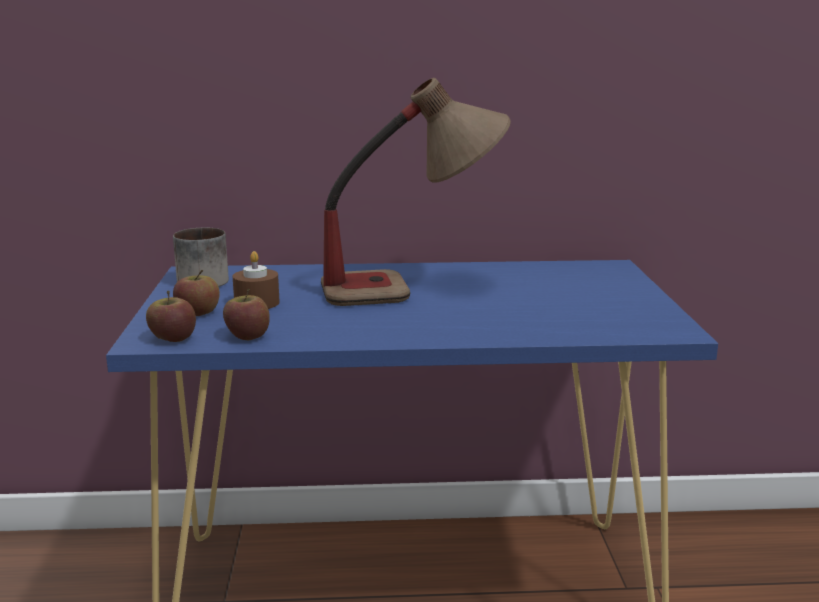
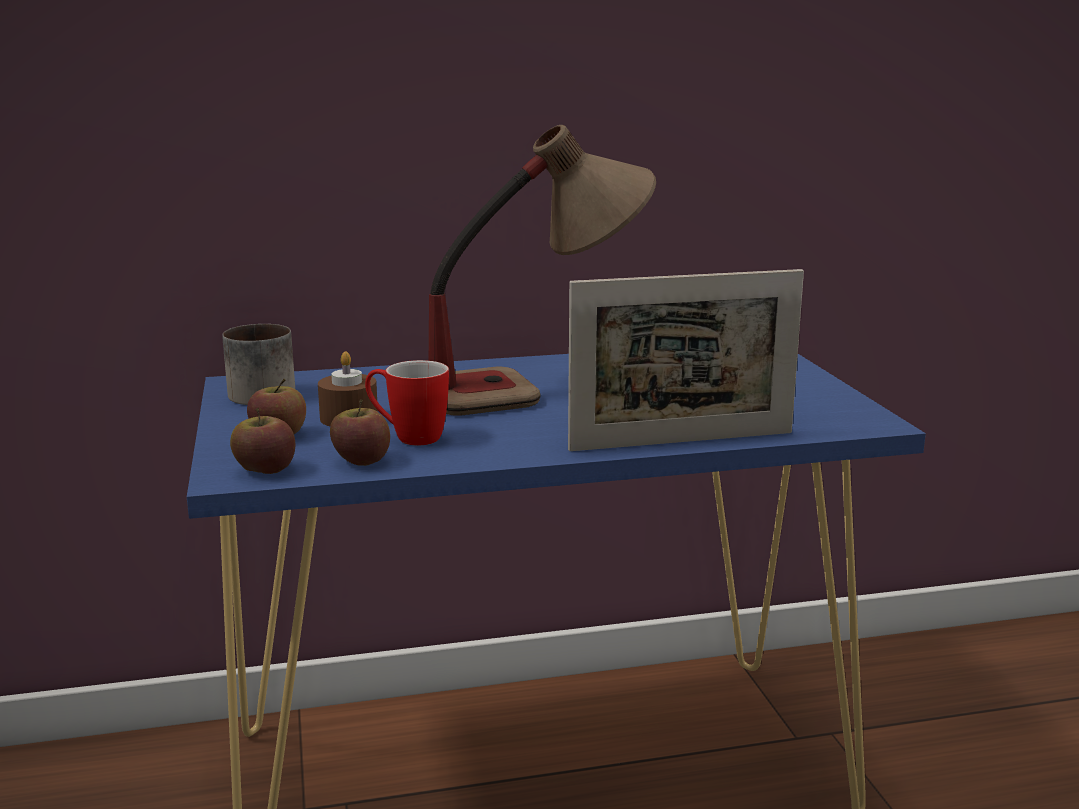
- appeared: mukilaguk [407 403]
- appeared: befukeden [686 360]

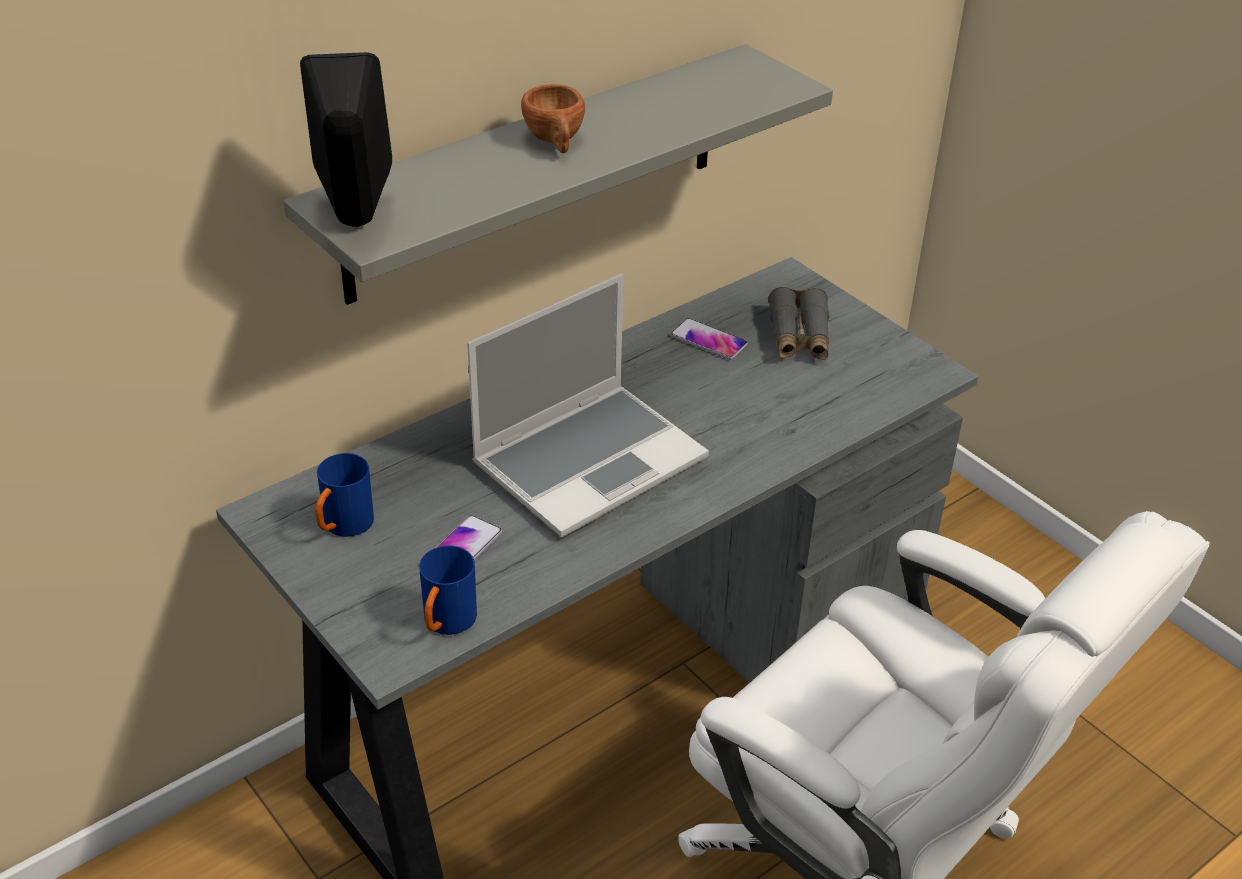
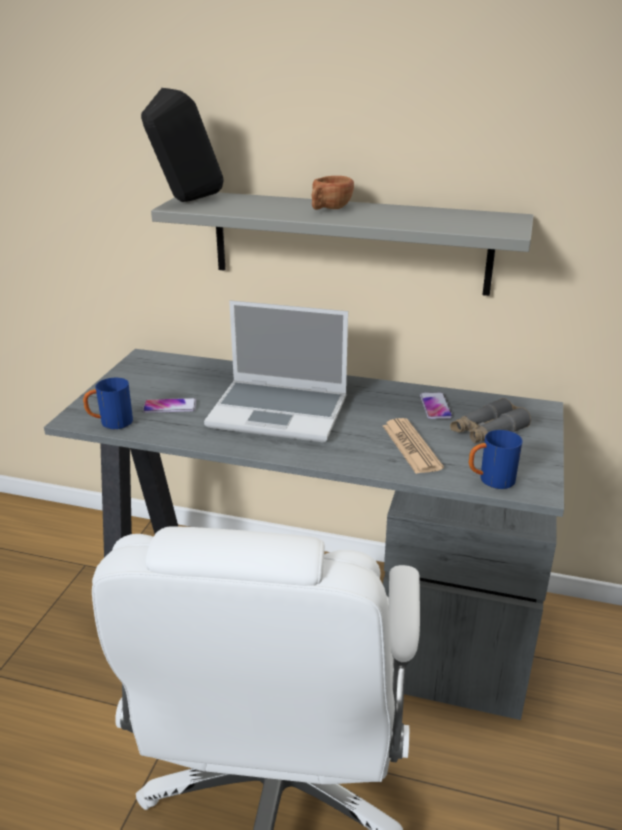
- appeared: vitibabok [413 446]
- relocated: mukilaguk (blue) [344 495] to [495 459]

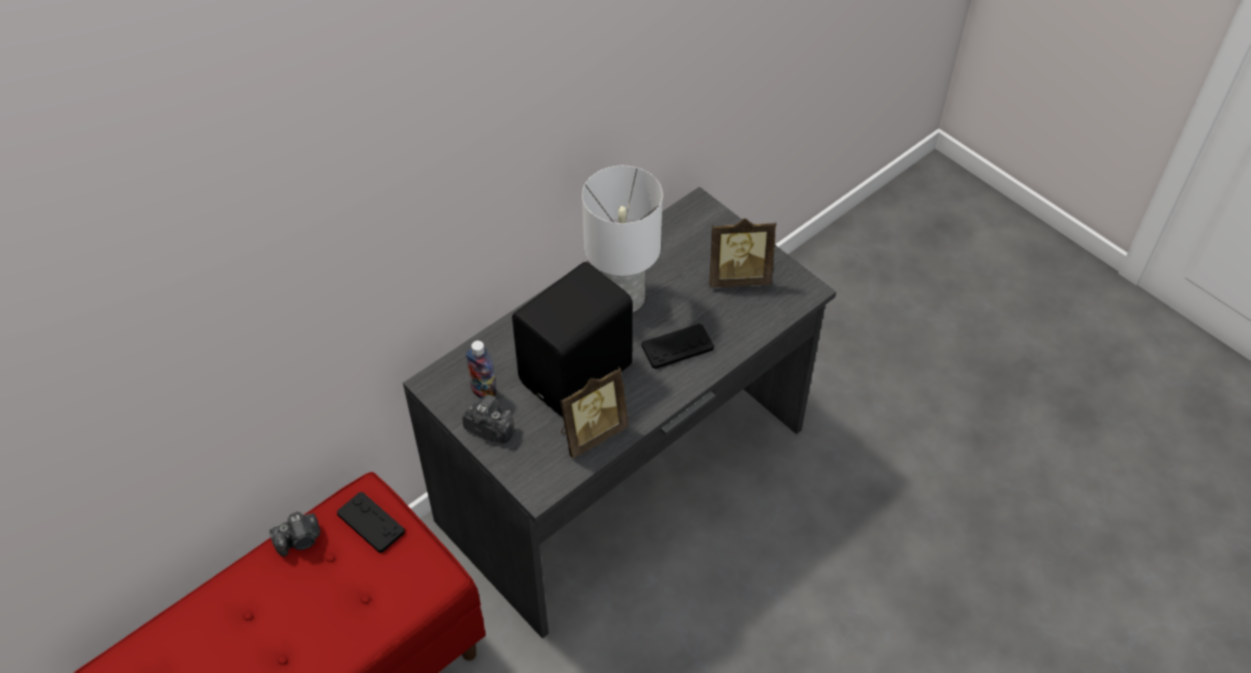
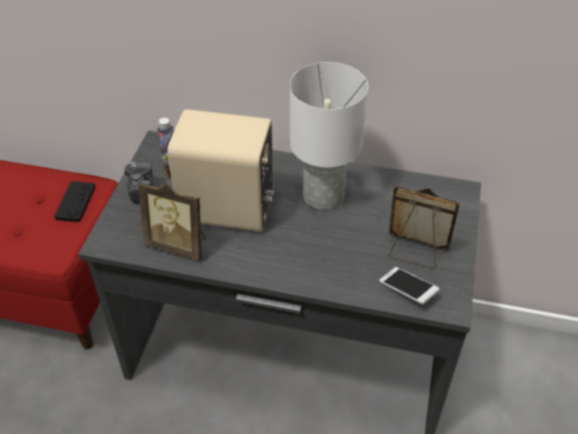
- colour: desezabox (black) [572 339] to desezabox (beige) [220 170]
- appeared: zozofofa [409 286]
- spun: befukeden [742 253] = [424 227] 150 degrees clockwise
- missing: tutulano [294 534]
- missing: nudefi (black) [677 346]

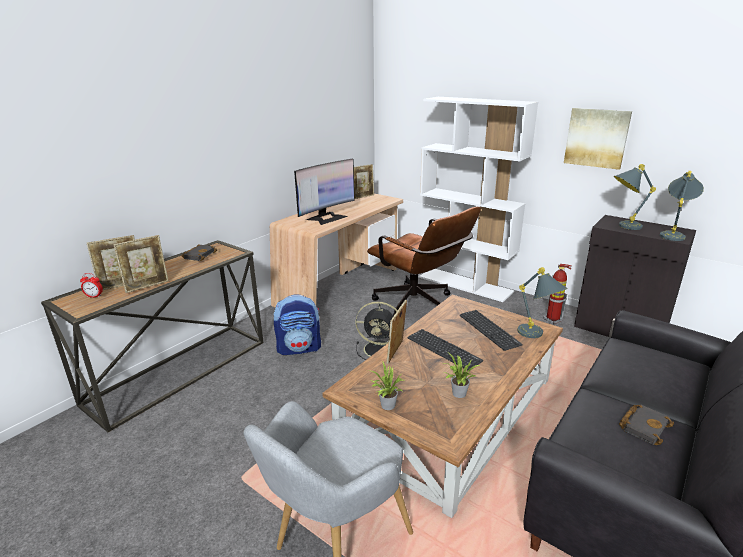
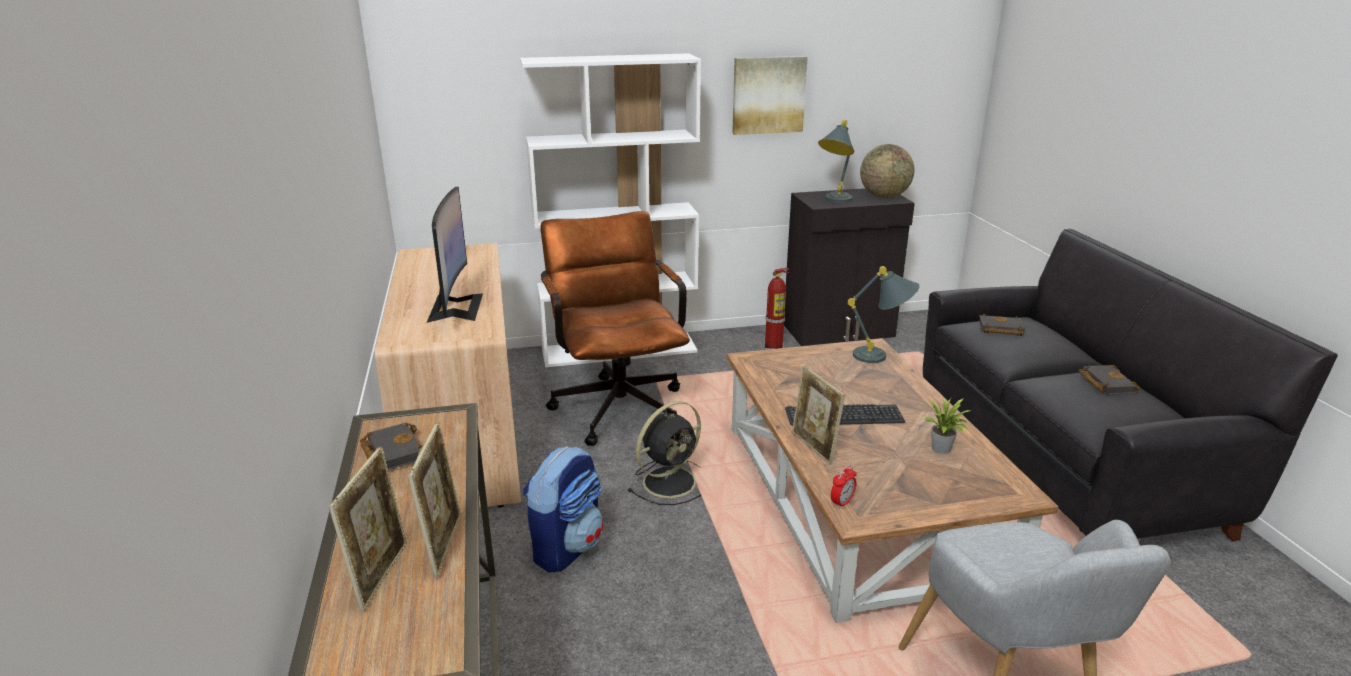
- spun: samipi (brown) [424 261] = [615 328] 105 degrees counterclockwise
- relocated: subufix [91 285] to [844 487]
- exchanged: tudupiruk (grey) [682 206] to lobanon [887 171]
- appeared: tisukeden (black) [1001 325]
- missing: befukeden [364 181]
- missing: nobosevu [386 385]
- missing: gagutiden [491 330]

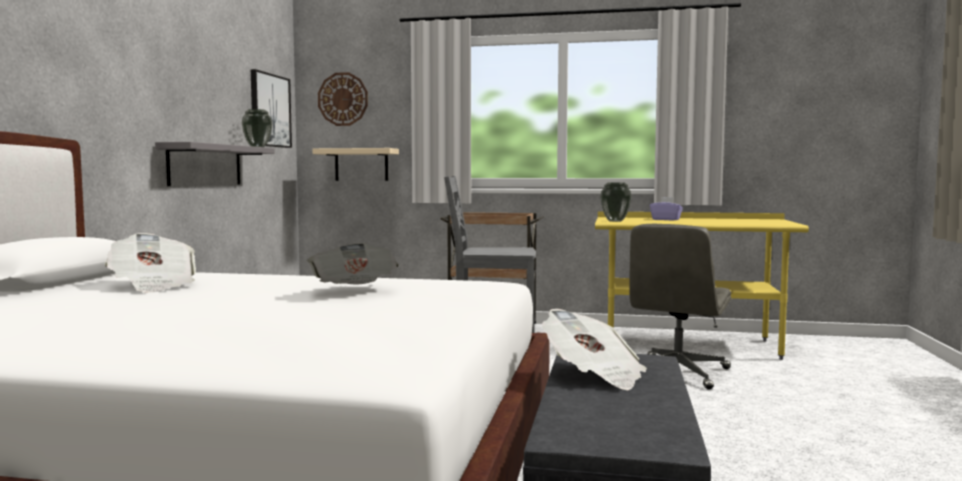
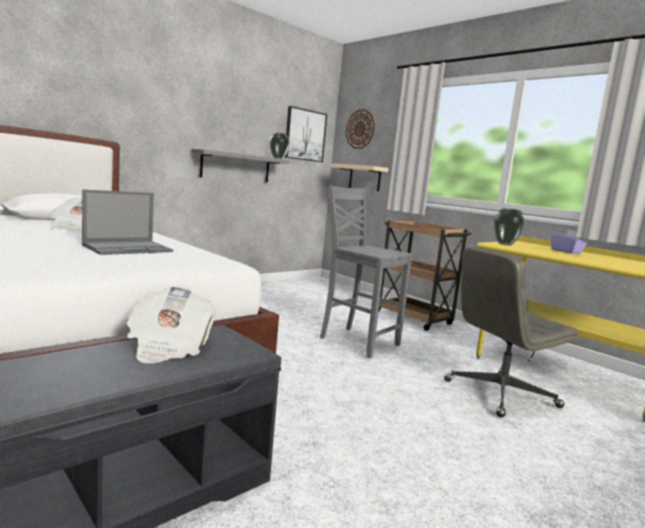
- exchanged: vitibabok [353 263] to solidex [127 222]

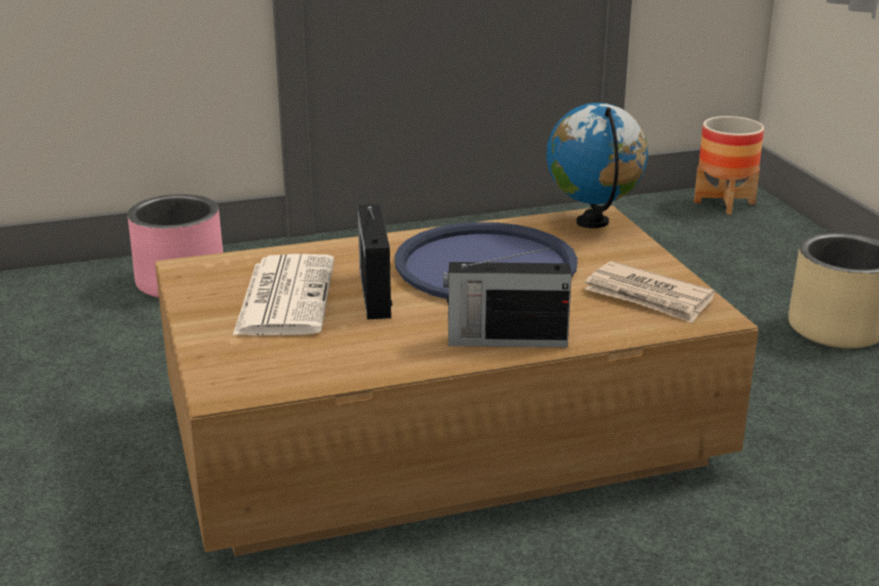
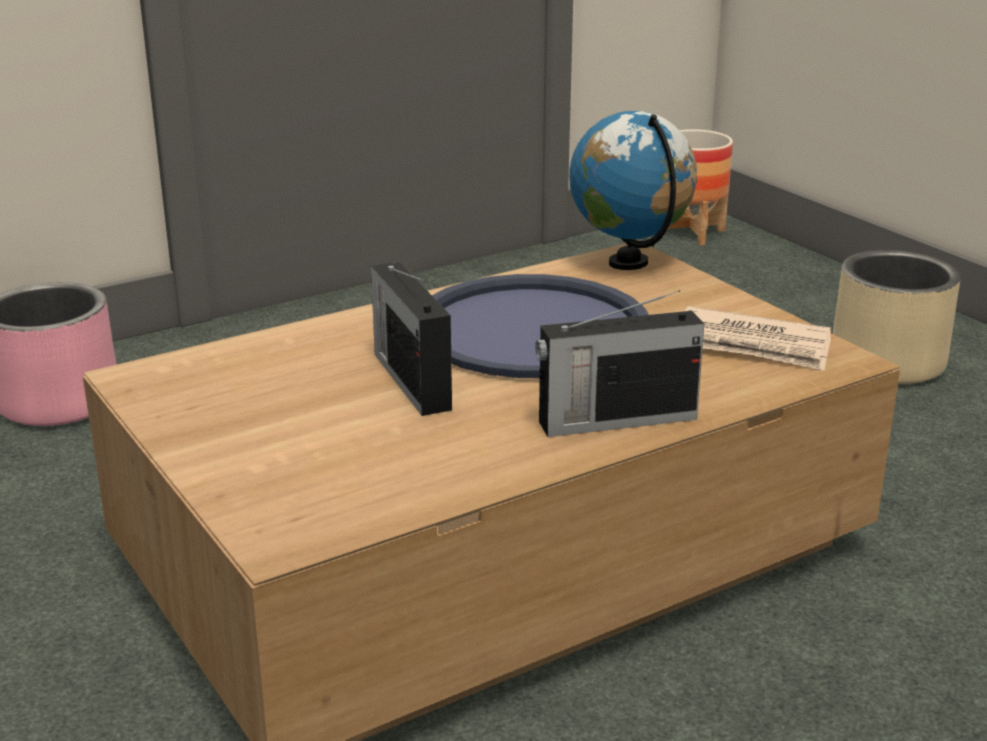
- missing: vitibabok [283 294]

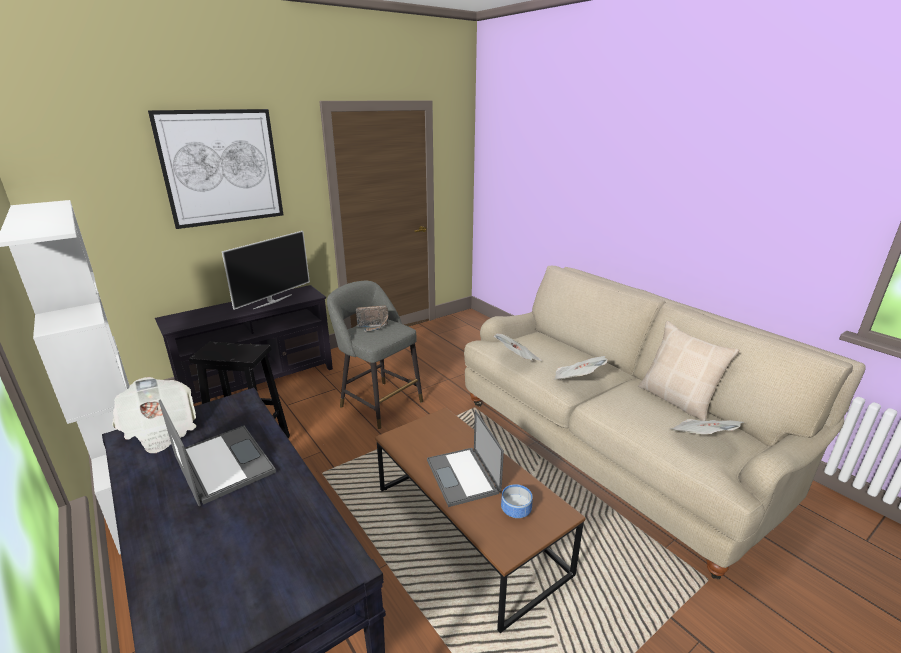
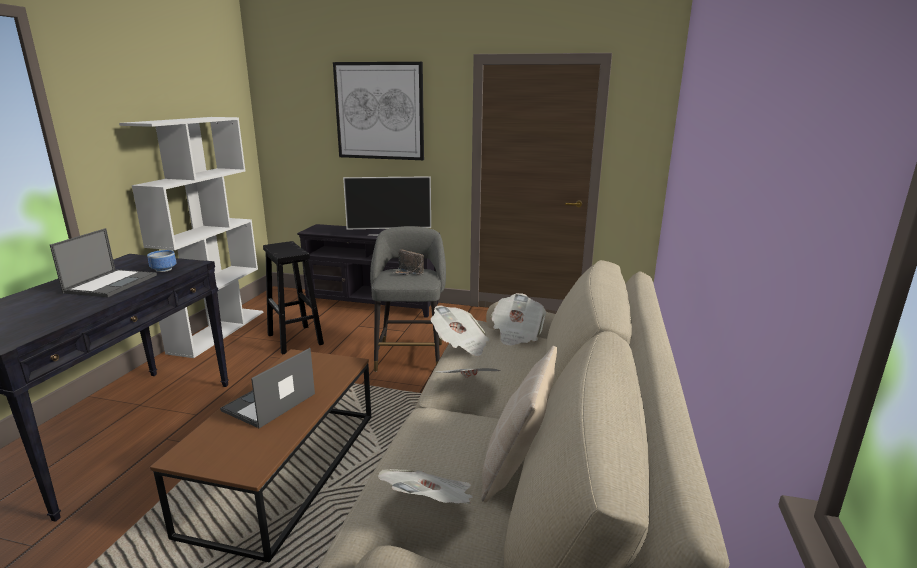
- relocated: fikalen [517 501] to [161 261]
- relocated: vitibabok [154 415] to [518 319]

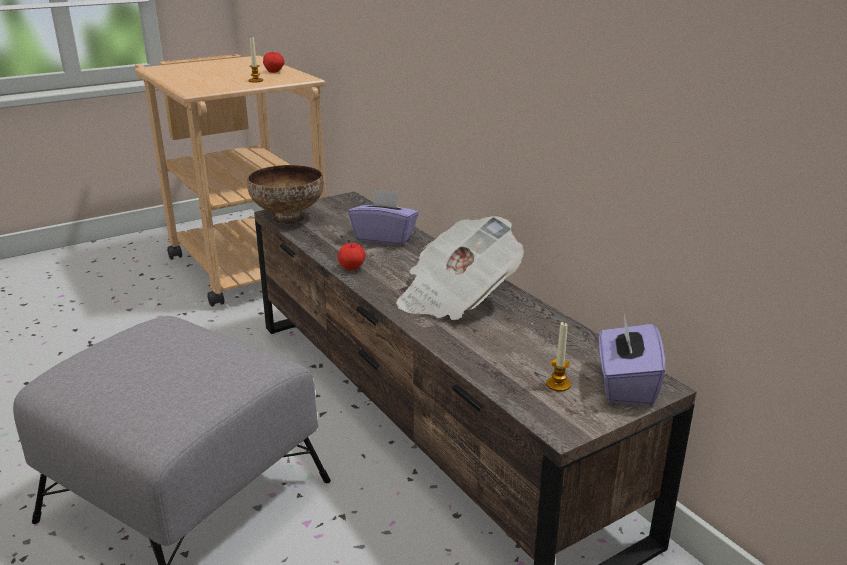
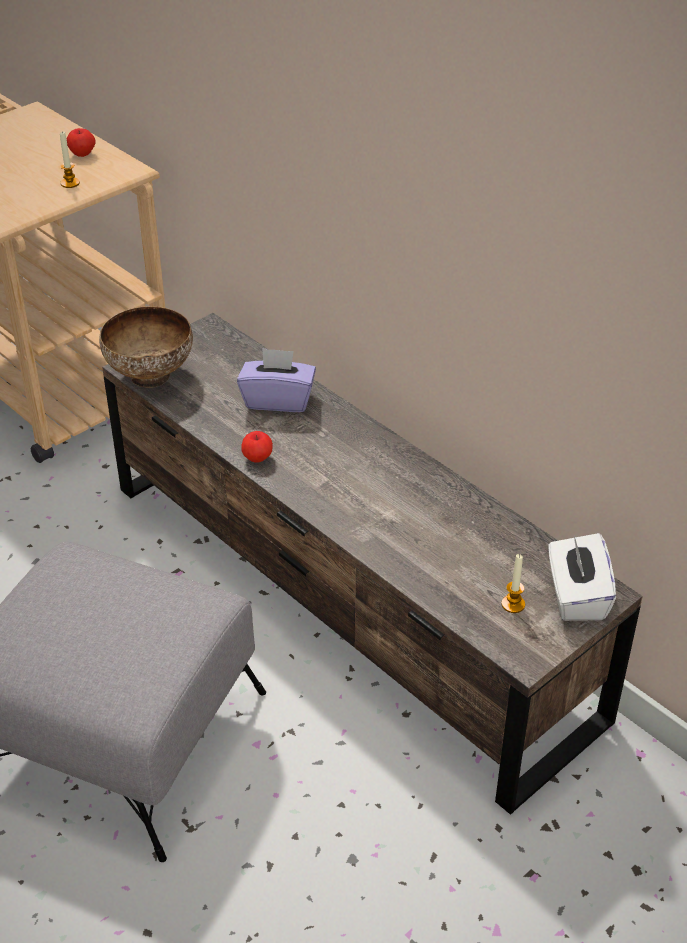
- colour: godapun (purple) [632 360] to godapun (white) [582 577]
- missing: vitibabok [460 268]

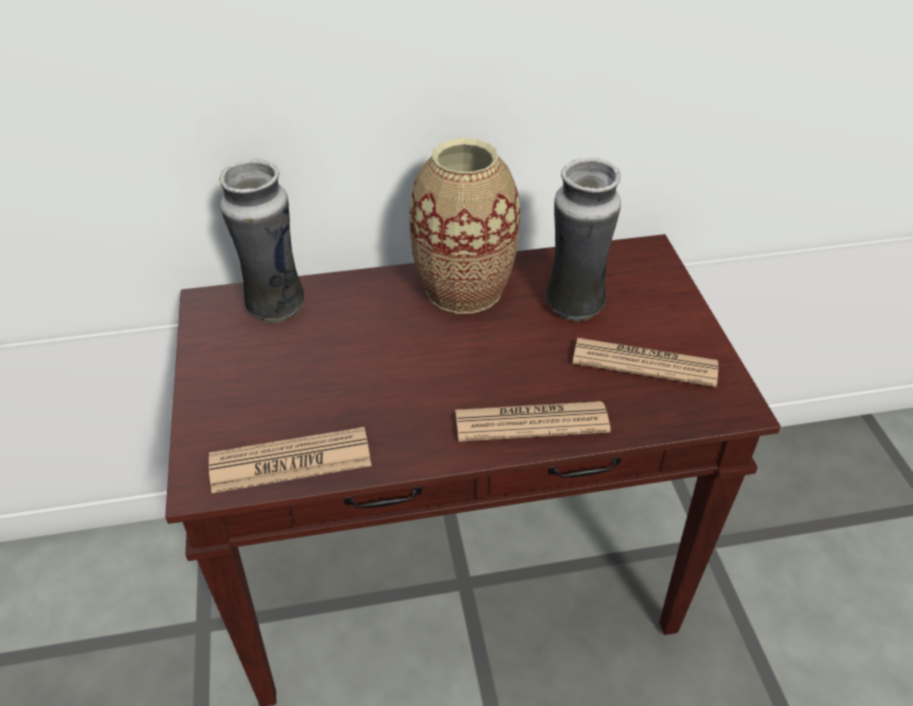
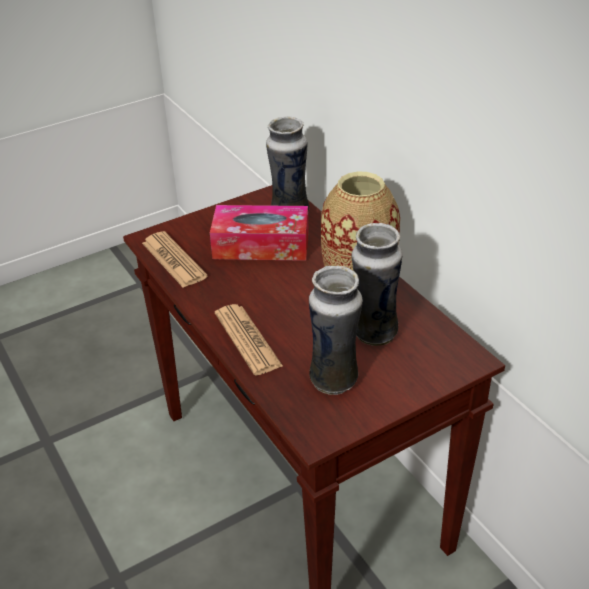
- appeared: godapun [259 233]
- exchanged: vitibabok [645 362] to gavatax [336 330]

